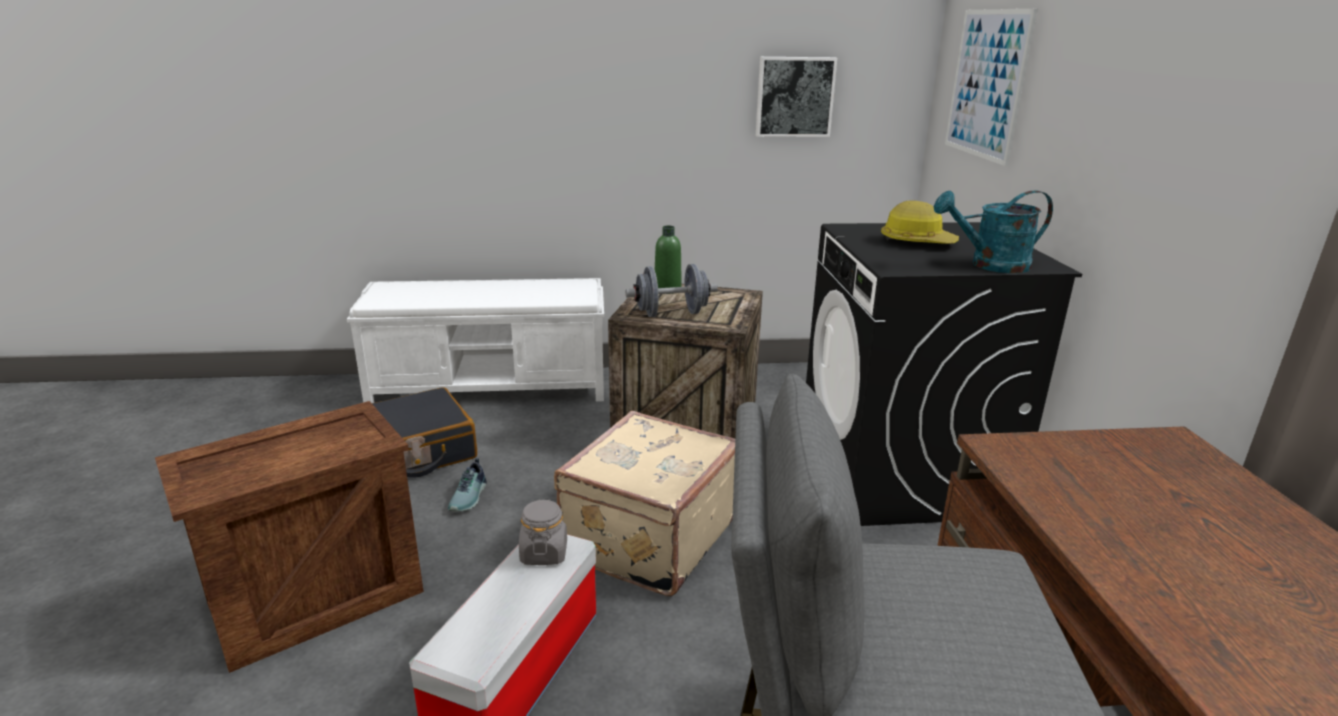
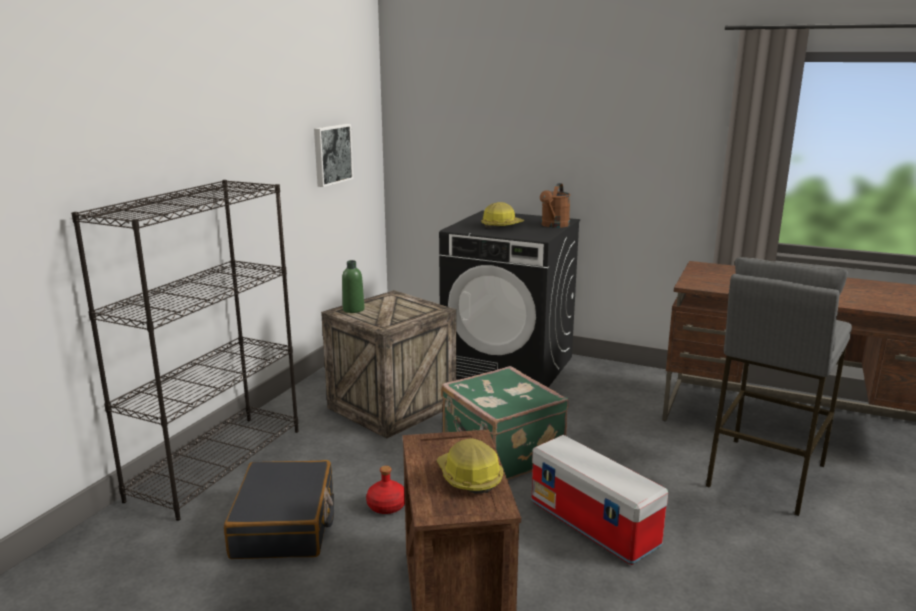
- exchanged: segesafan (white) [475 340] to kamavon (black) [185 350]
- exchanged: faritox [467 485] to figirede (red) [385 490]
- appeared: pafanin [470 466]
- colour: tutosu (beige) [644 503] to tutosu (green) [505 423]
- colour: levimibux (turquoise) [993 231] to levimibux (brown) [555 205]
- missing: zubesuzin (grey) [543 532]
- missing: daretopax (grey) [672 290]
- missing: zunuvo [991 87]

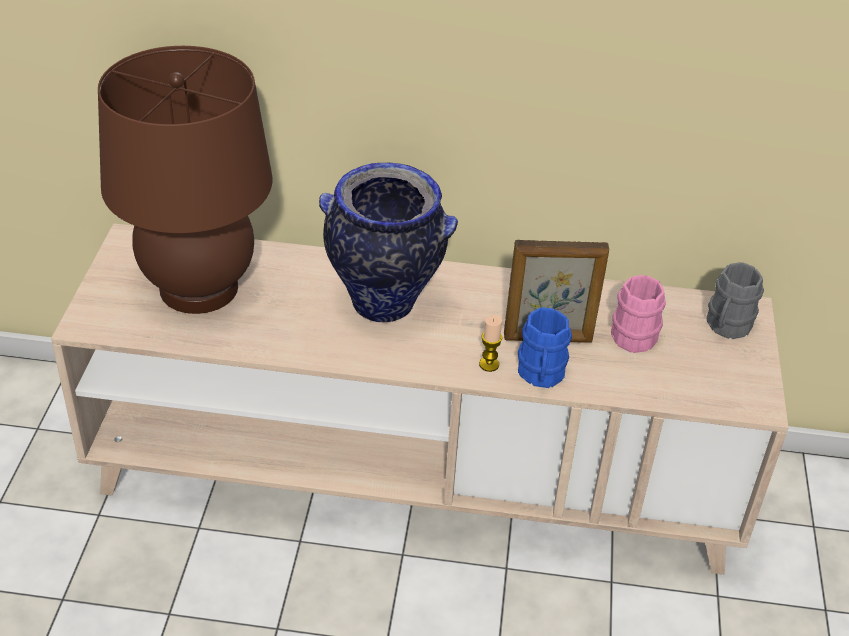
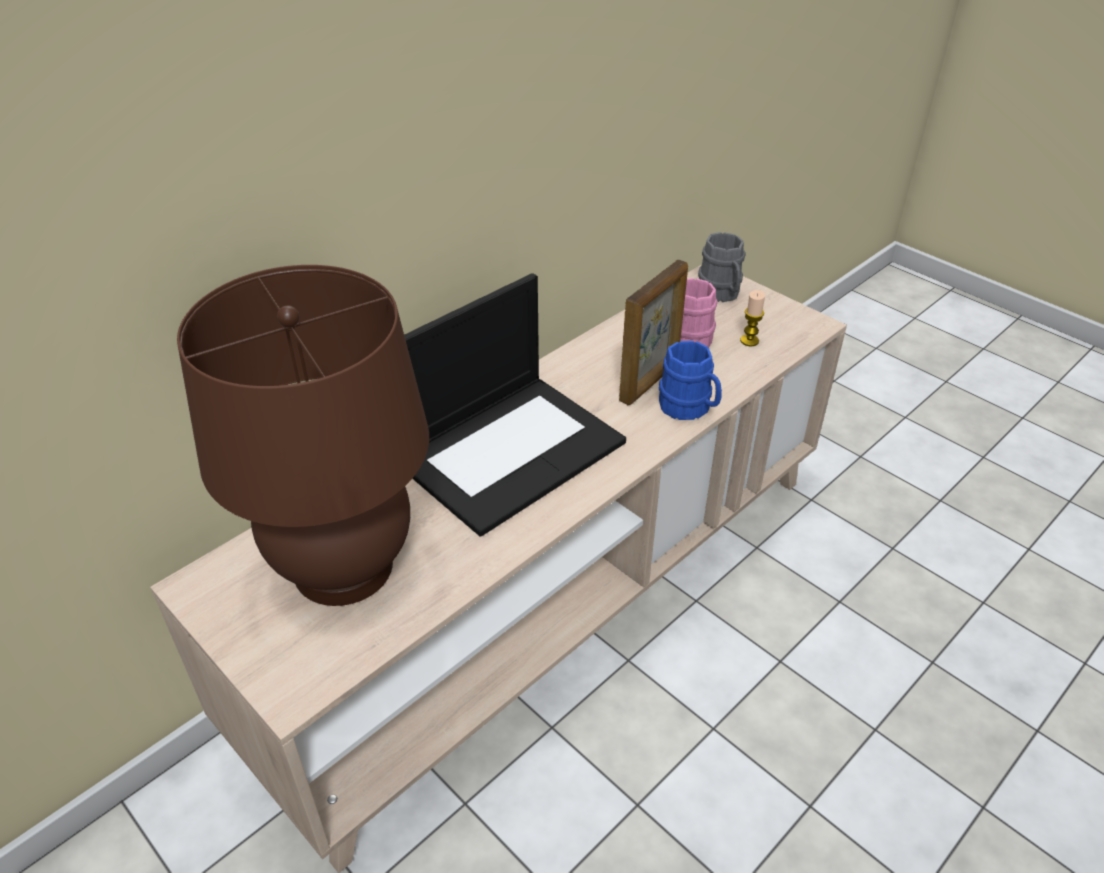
- exchanged: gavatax [388 242] to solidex [515 405]
- relocated: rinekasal [490 343] to [752 318]

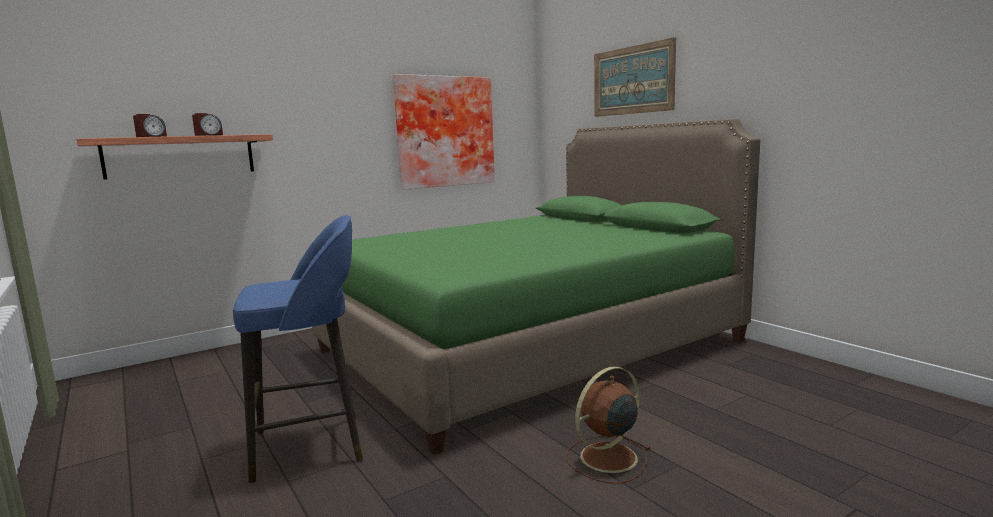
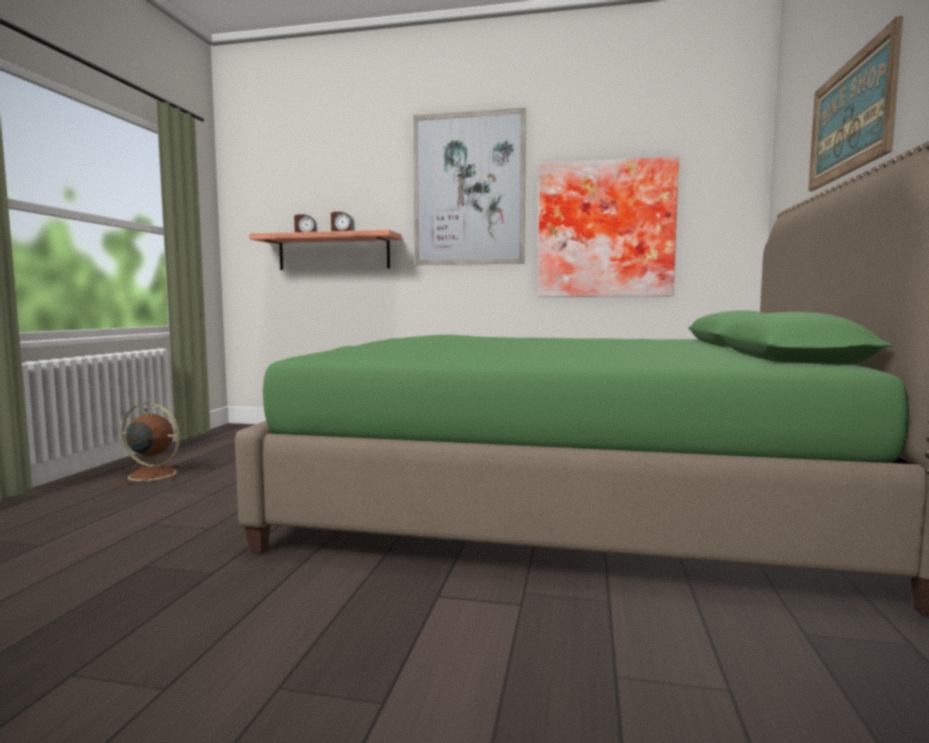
- relocated: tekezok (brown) [607 425] to [150 443]
- appeared: zunuvo [469 186]
- missing: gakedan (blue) [298 349]

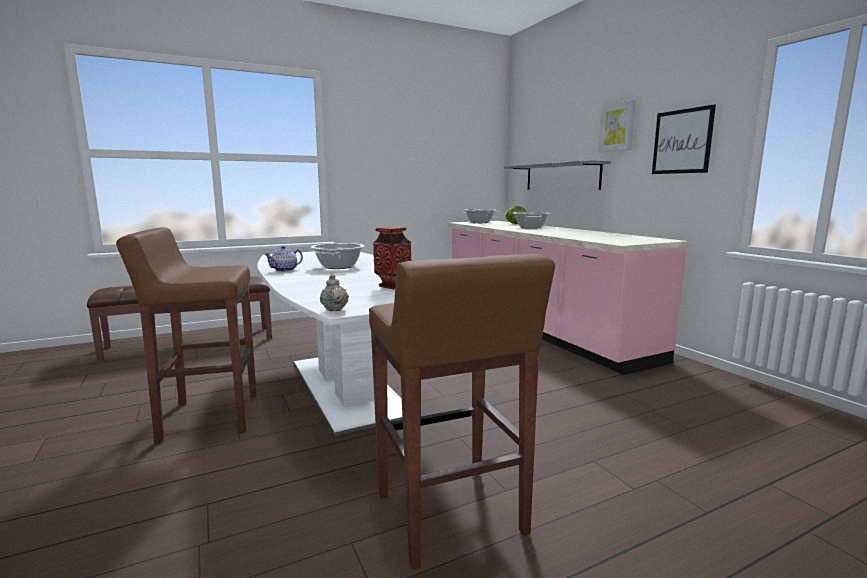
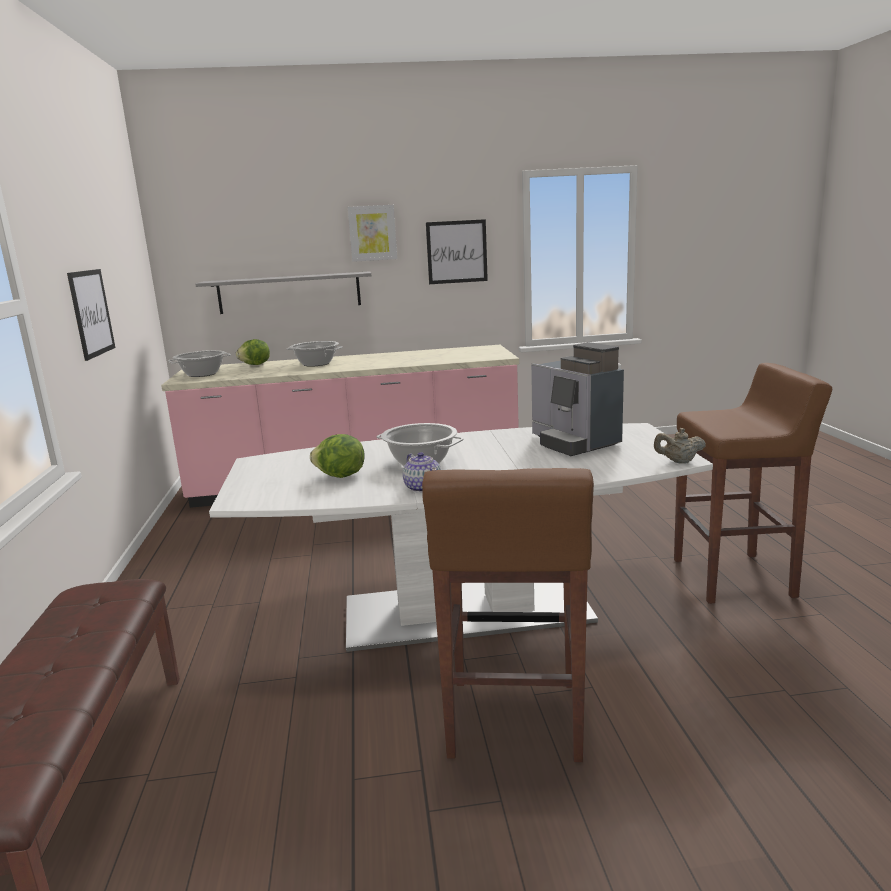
- appeared: zunuvo [91 315]
- appeared: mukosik [337 456]
- exchanged: gavatax [392 258] to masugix [577 399]

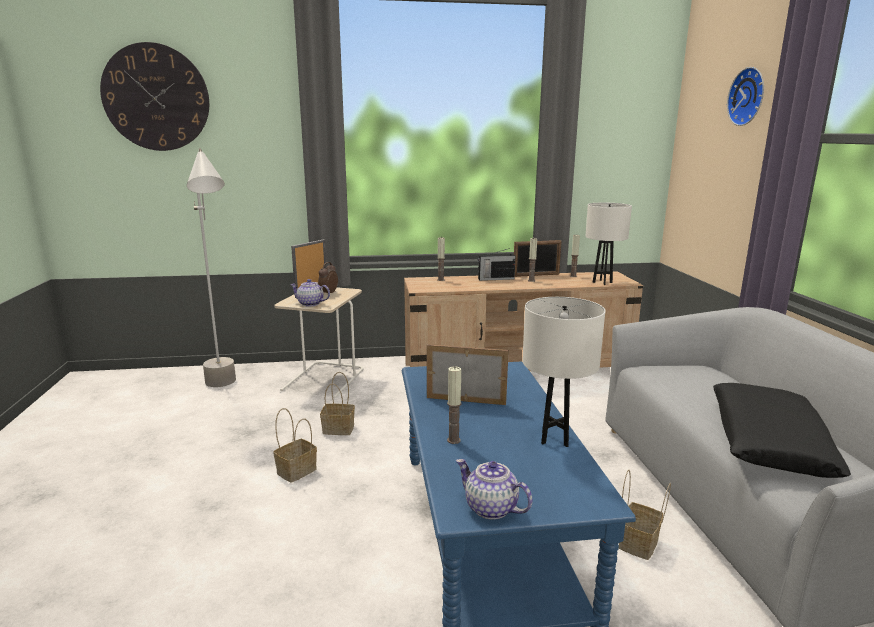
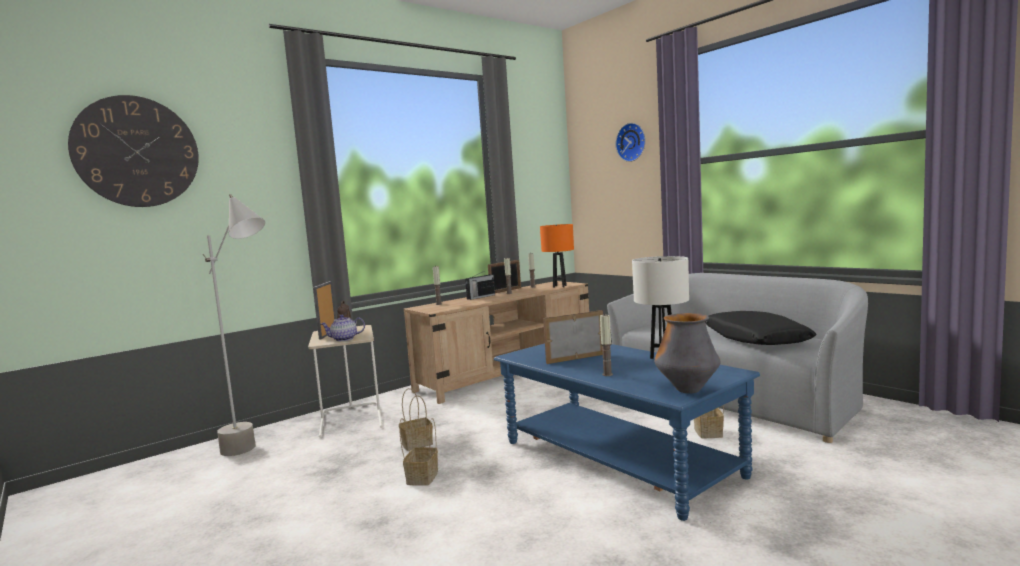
- colour: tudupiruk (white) [608 244] to tudupiruk (orange) [557 256]
- exchanged: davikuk [494 489] to gavatax [687 353]

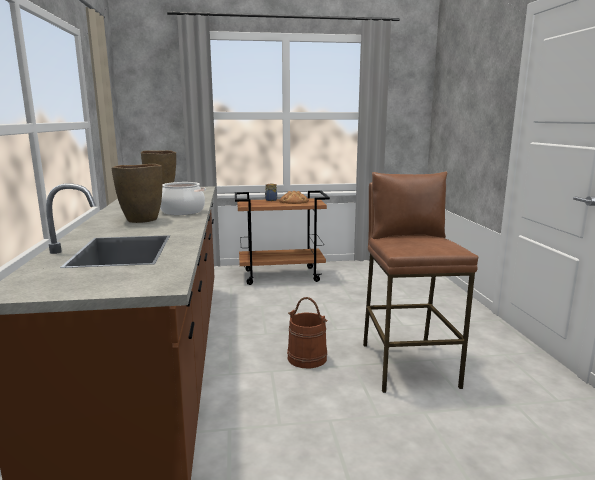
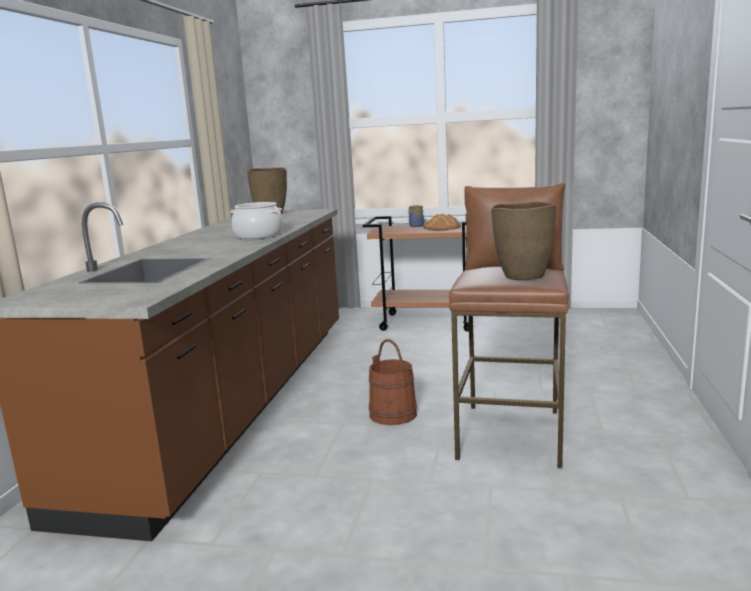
- relocated: gavatax (brown) [137 193] to [523 240]

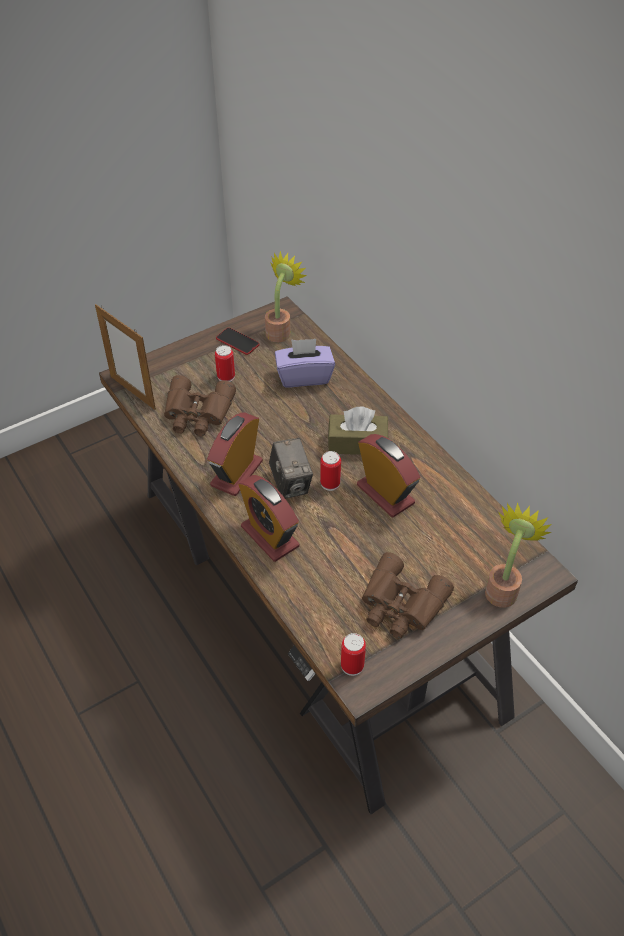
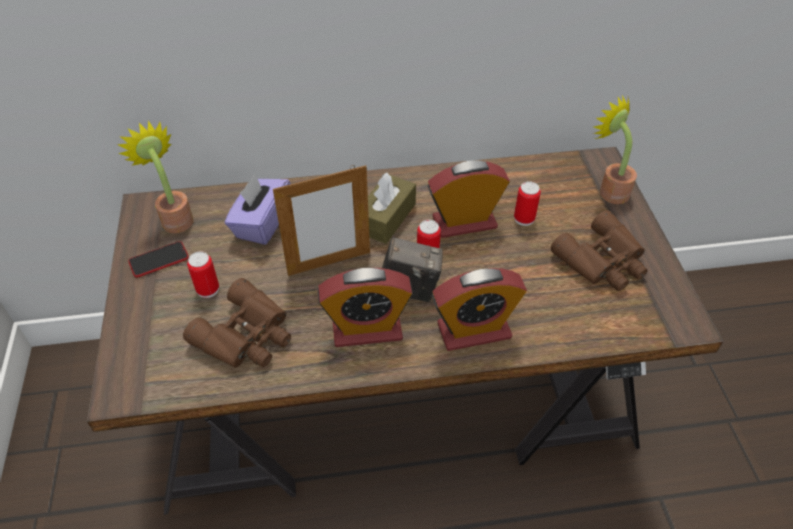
- relocated: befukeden [125 357] to [321 220]
- spun: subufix [235 454] = [365 307] 60 degrees counterclockwise
- relocated: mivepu [353 654] to [527 203]

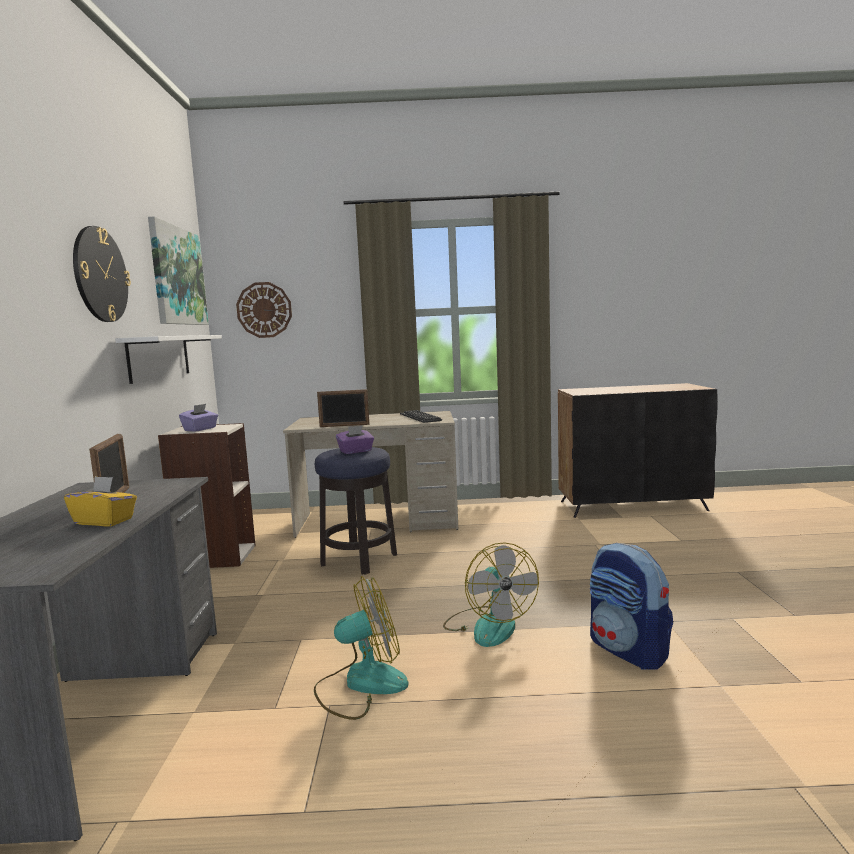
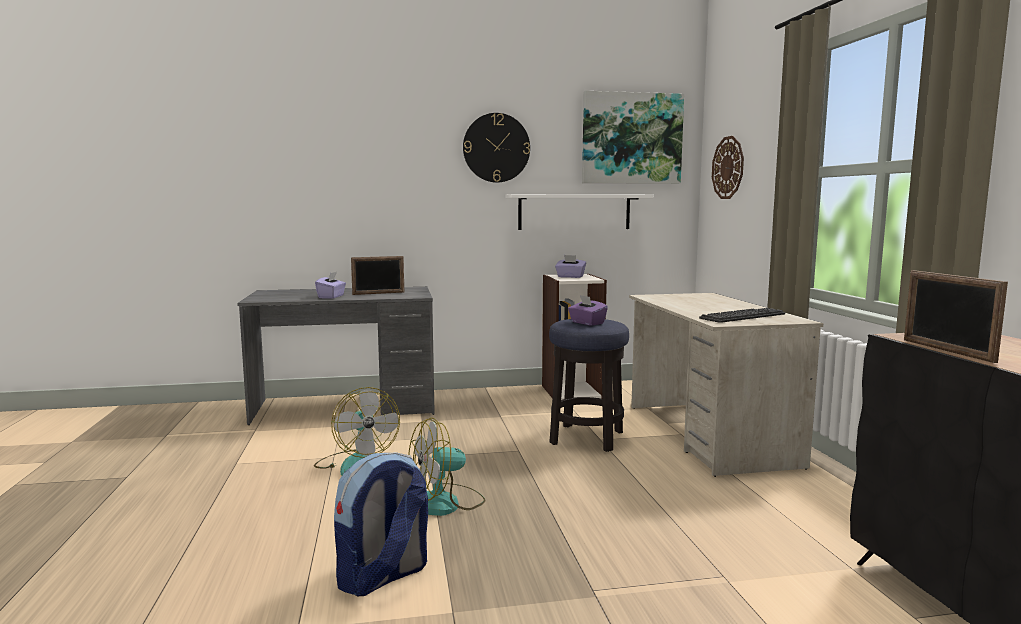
- colour: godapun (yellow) [100 501] to godapun (purple) [330 285]
- relocated: befukeden [343 408] to [956 316]

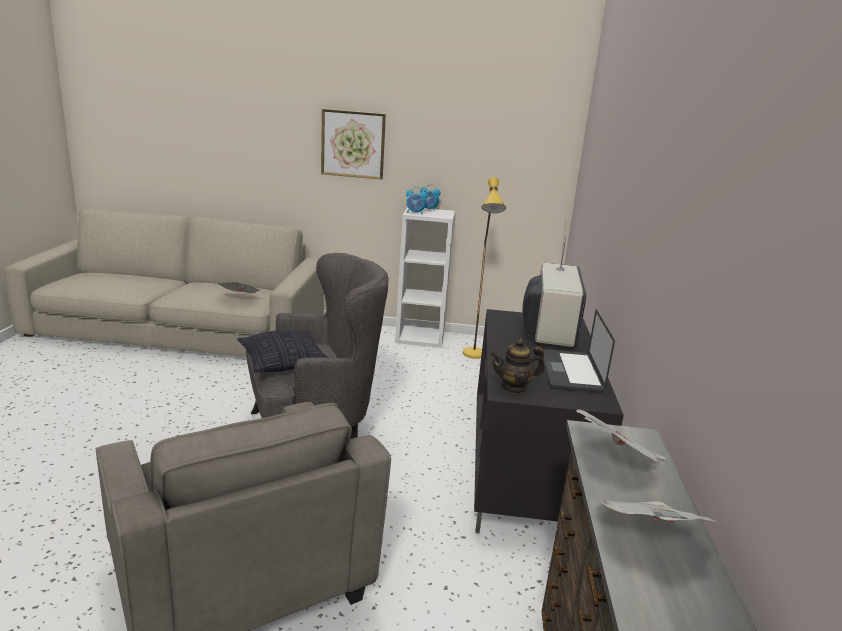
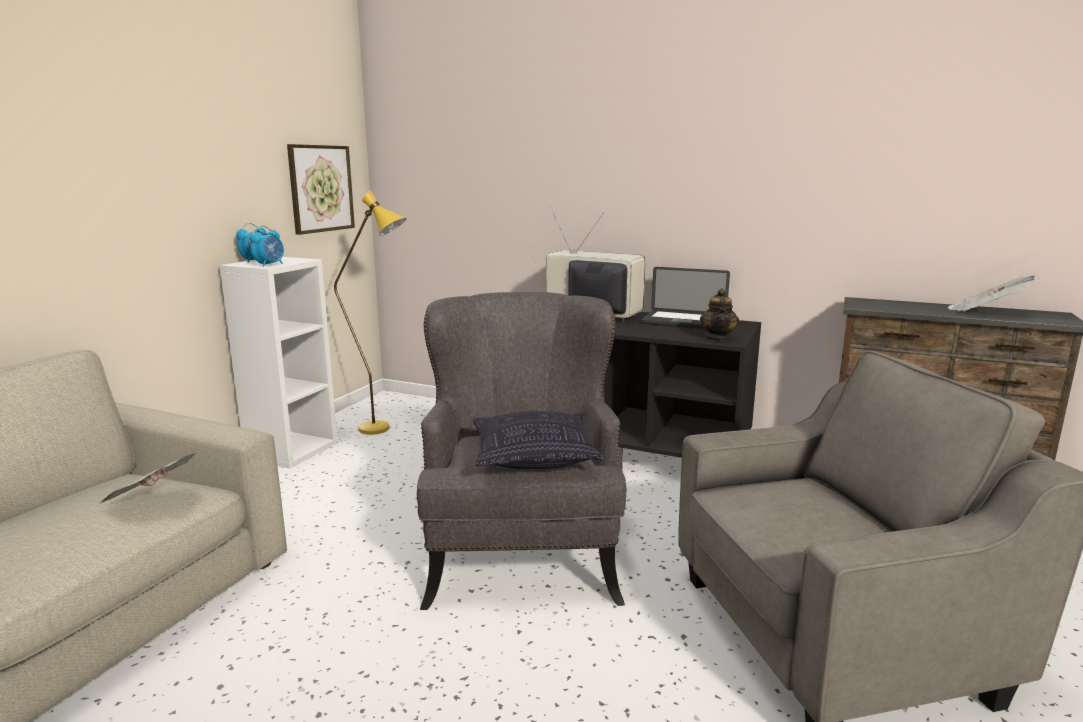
- relocated: zunuvo [353 144] to [321 189]
- missing: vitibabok [621 436]

